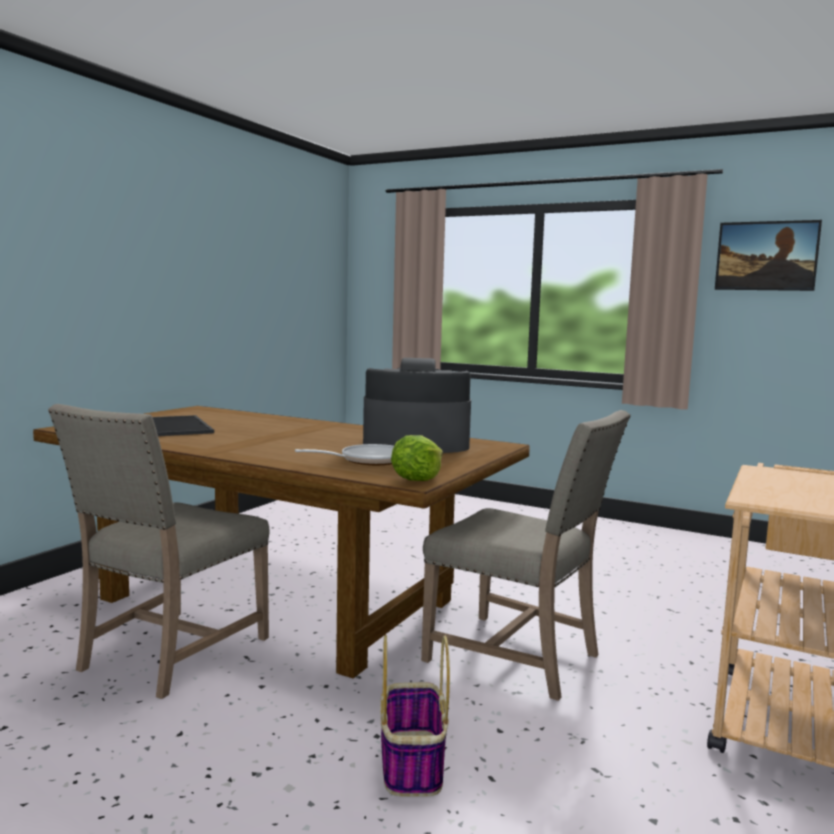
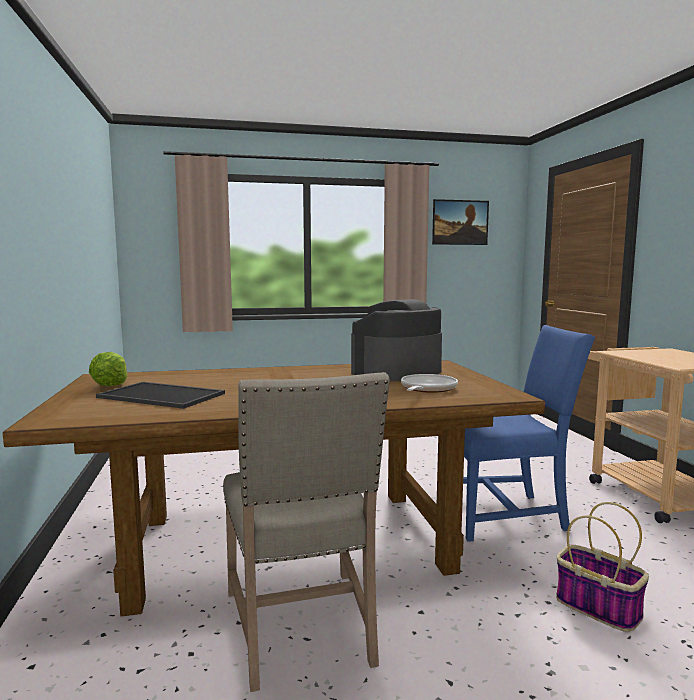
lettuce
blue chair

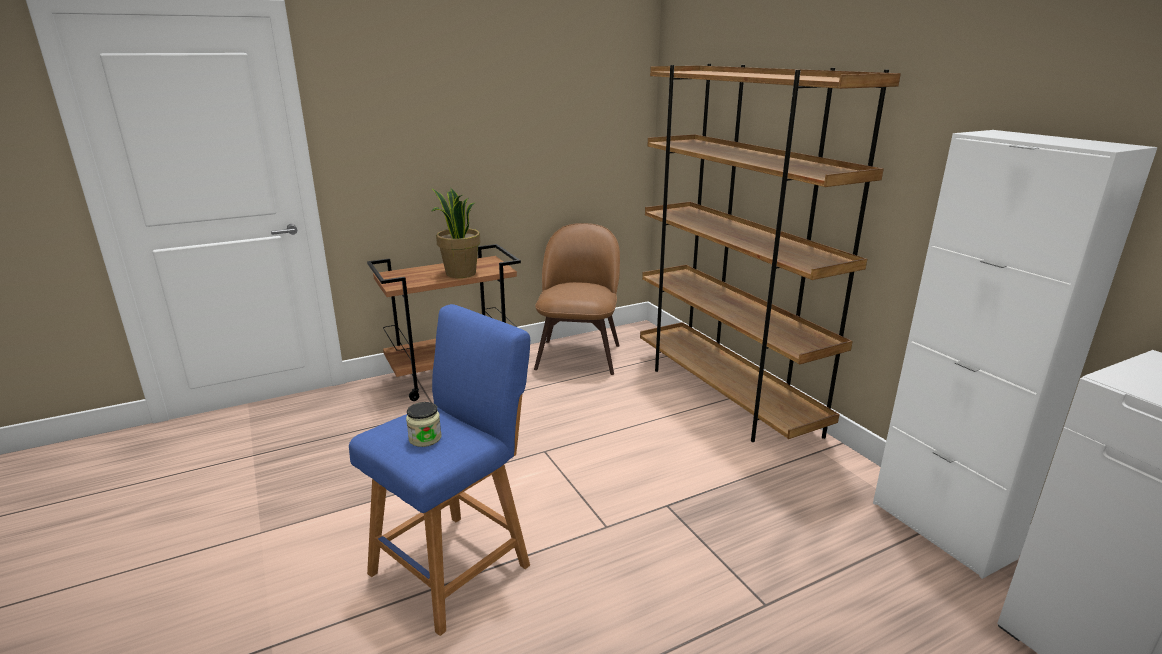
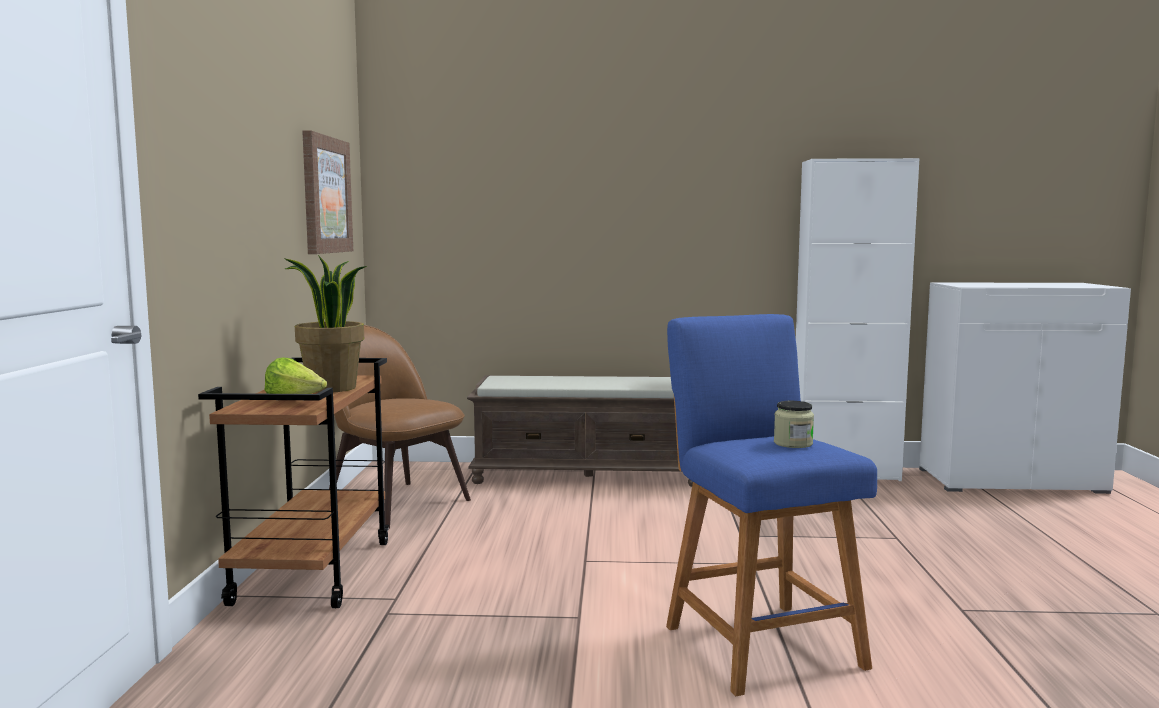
lettuce
picture
brown bench

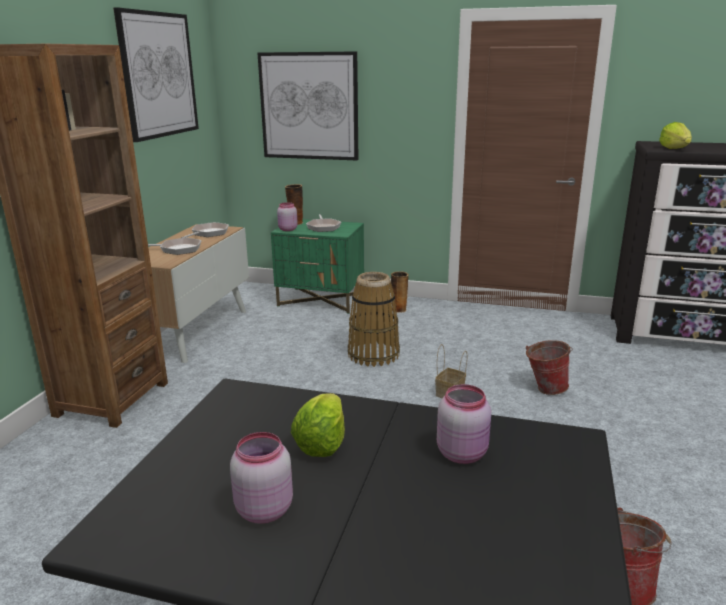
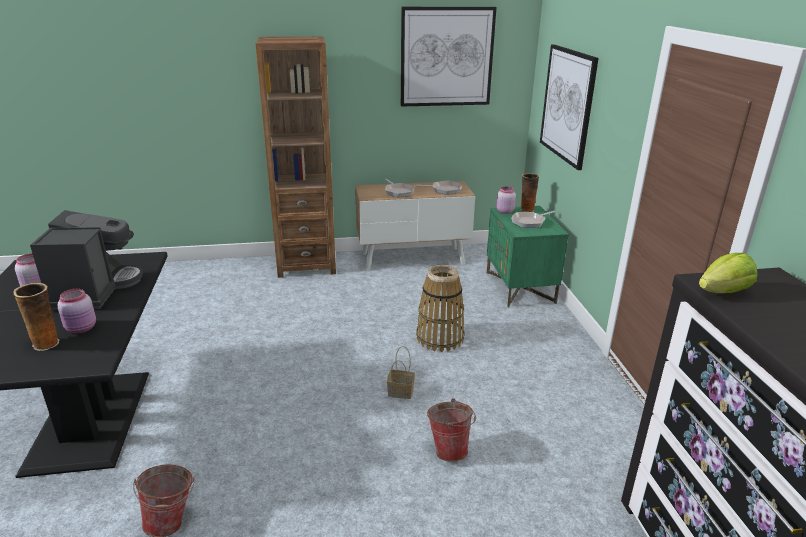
vase (no. 1 from left)
coffee machine

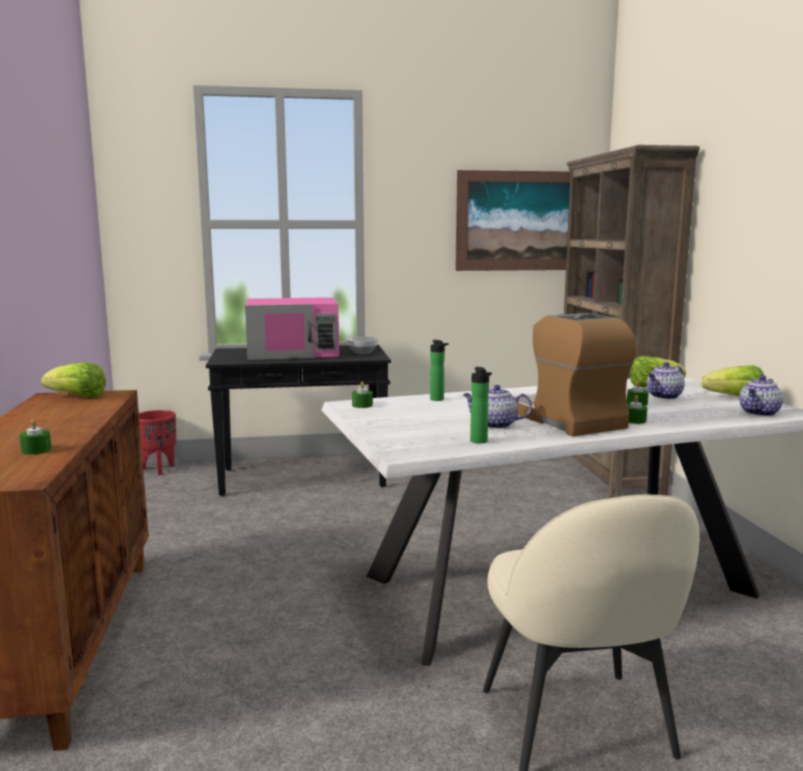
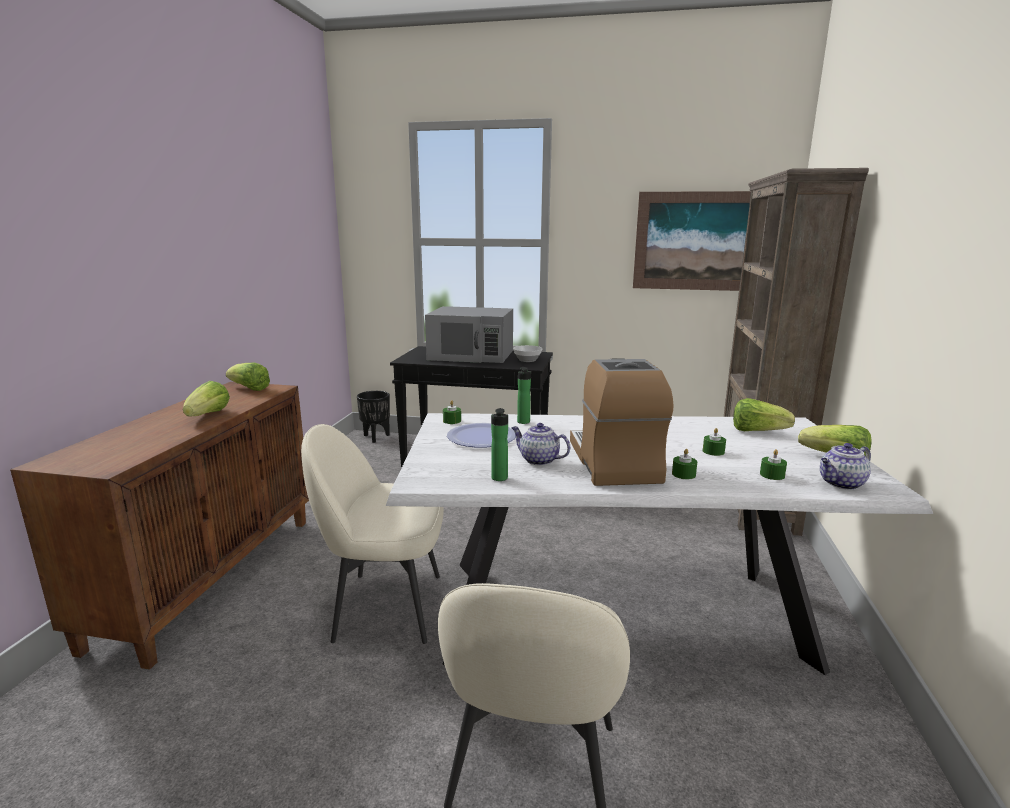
lettuce (no. 1 from left)
beige chair (no. 1 from left)
black planter
grey microwave
plate
green candle (no. 4 from left)
teapot (no. 2 from left in the first image)

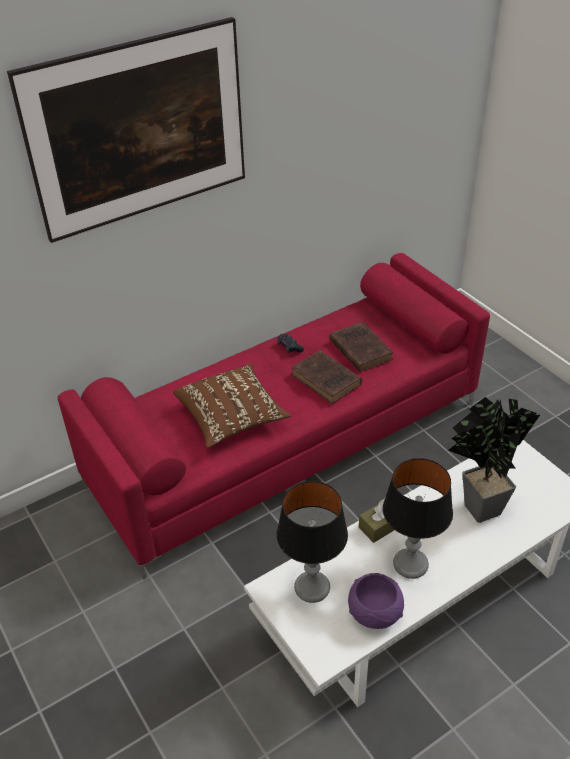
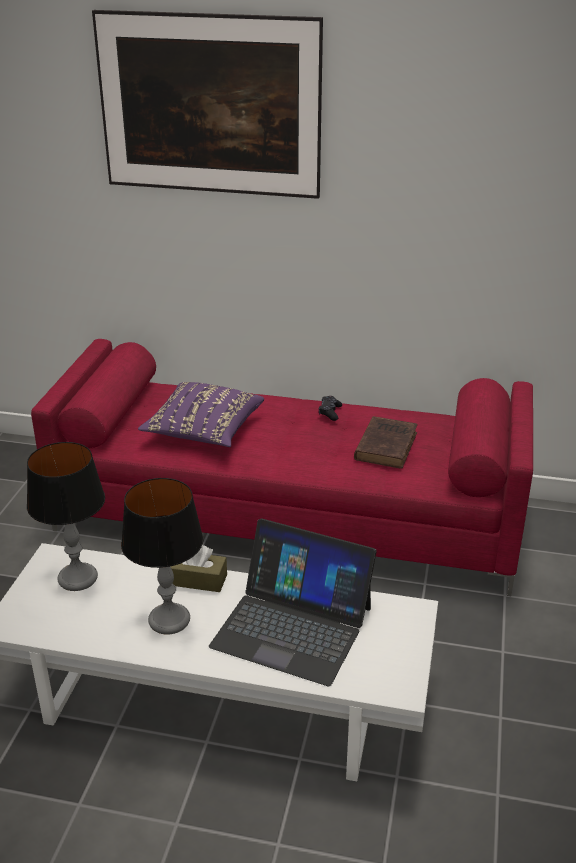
purple pillow
laptop
brown book (no. 1 from left in the first image)
purple bowl

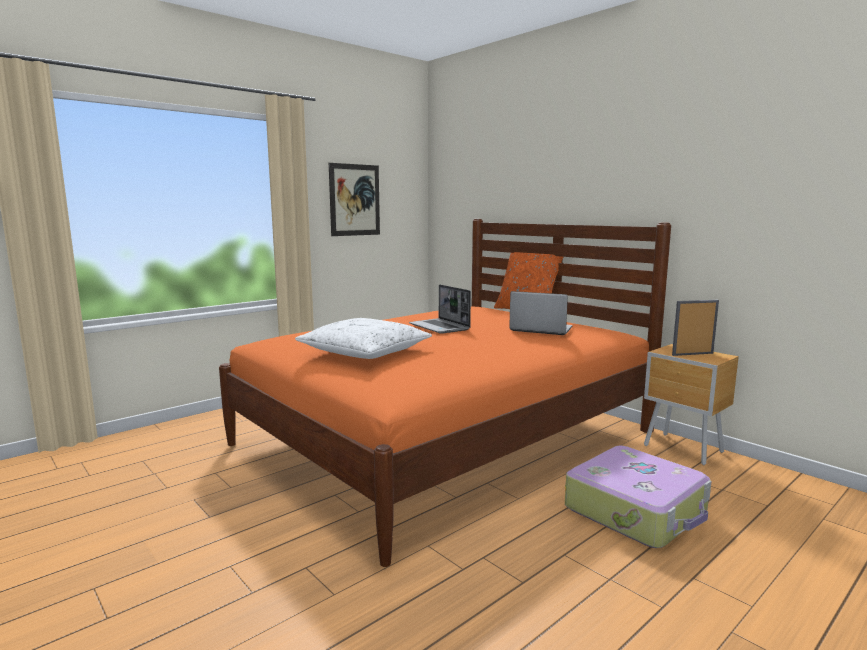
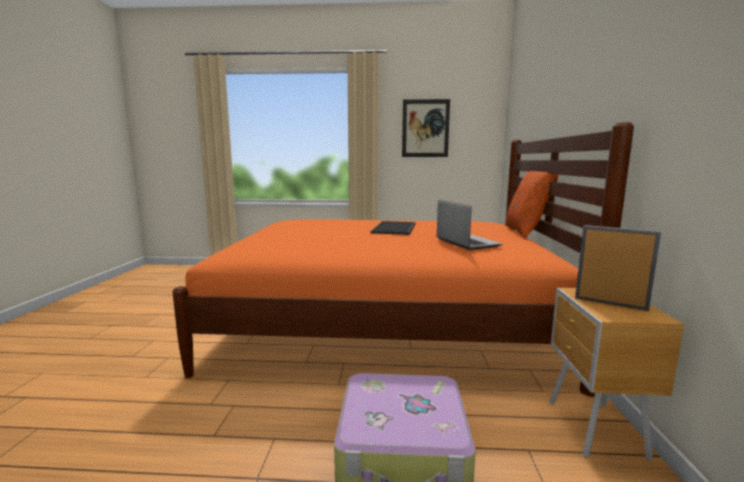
tray
white pillow

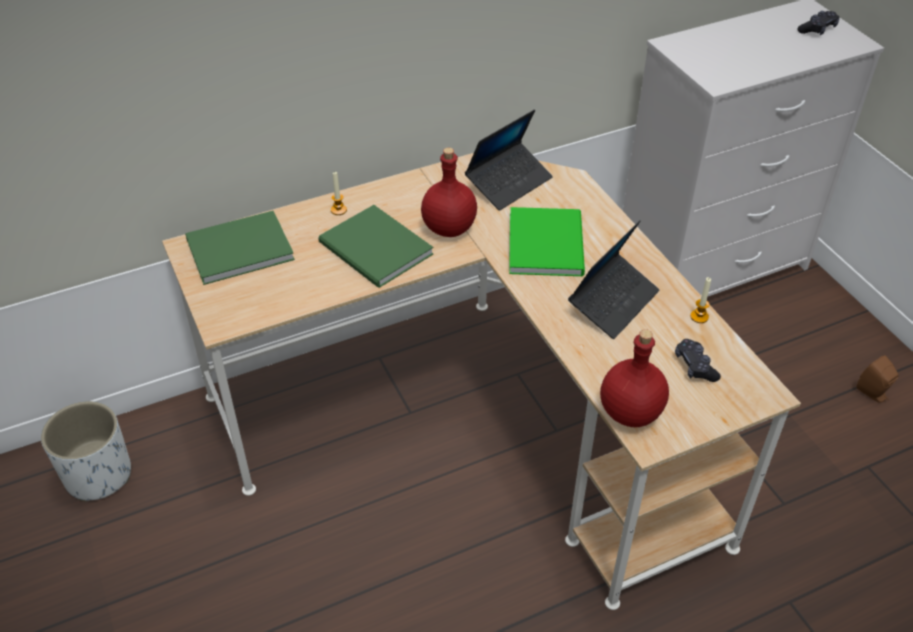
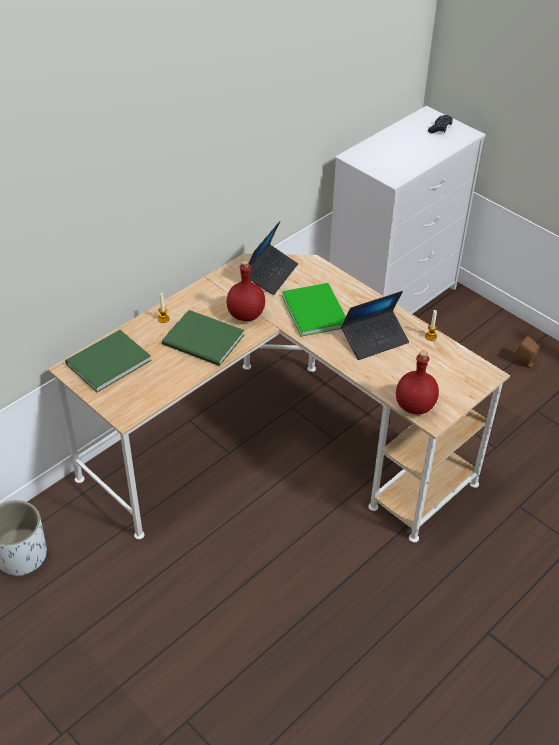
laptop (no. 2 from left)
black game controller (no. 1 from left in the first image)

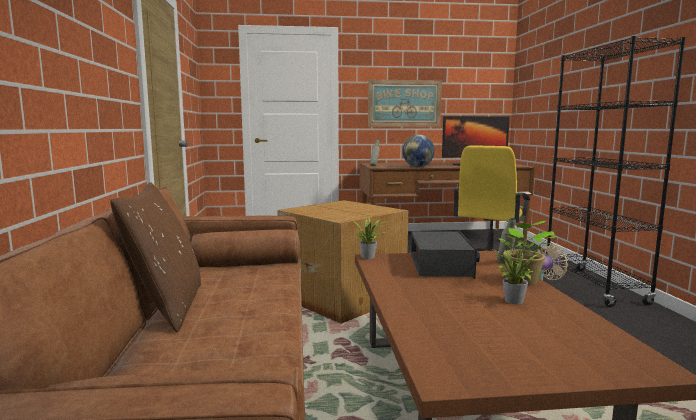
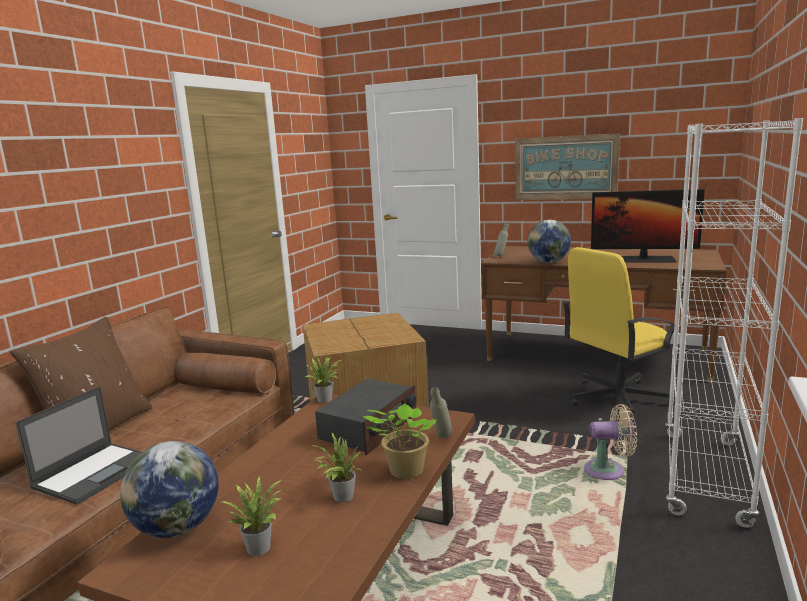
laptop
globe (no. 1 from left)
potted plant (no. 1 from left)
white bookcase

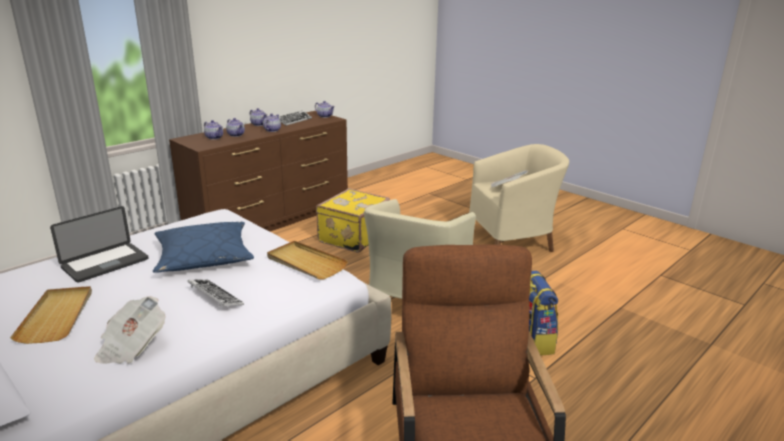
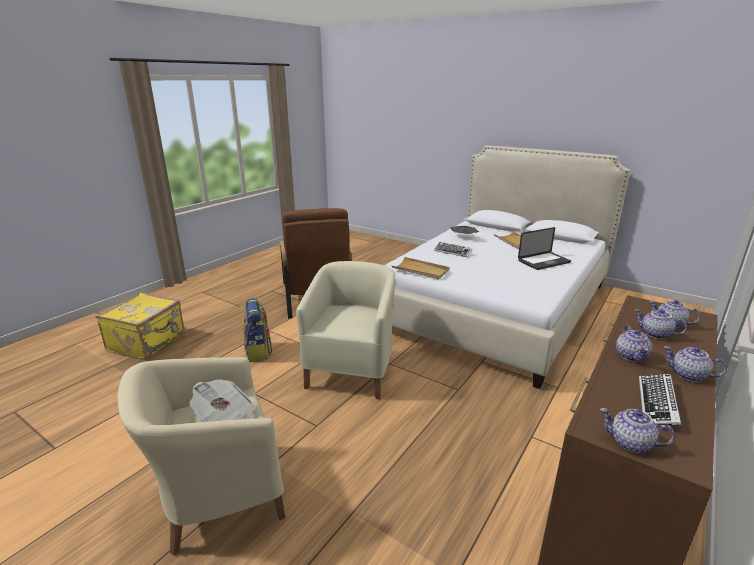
yellow suitcase
laptop
blue pillow

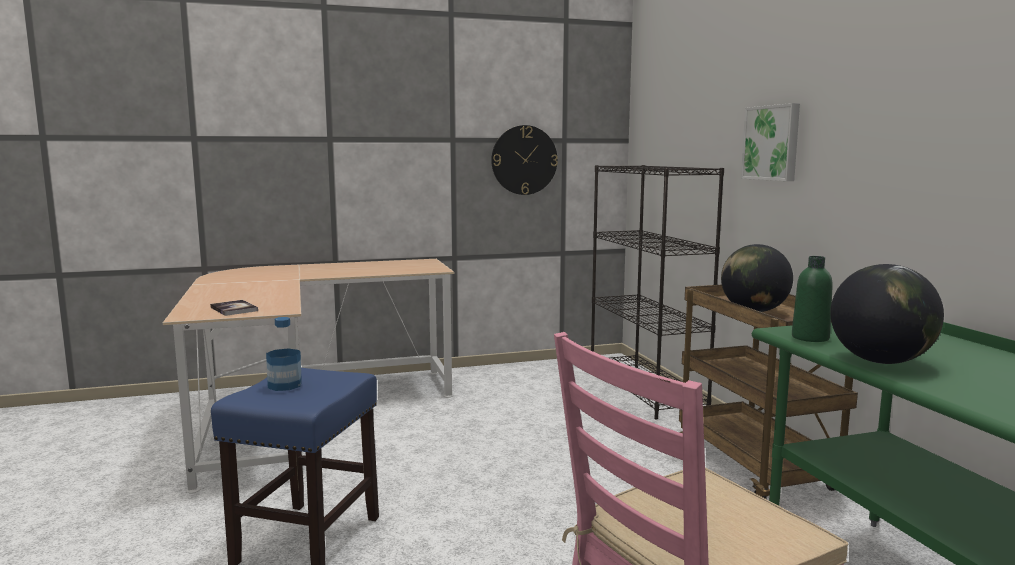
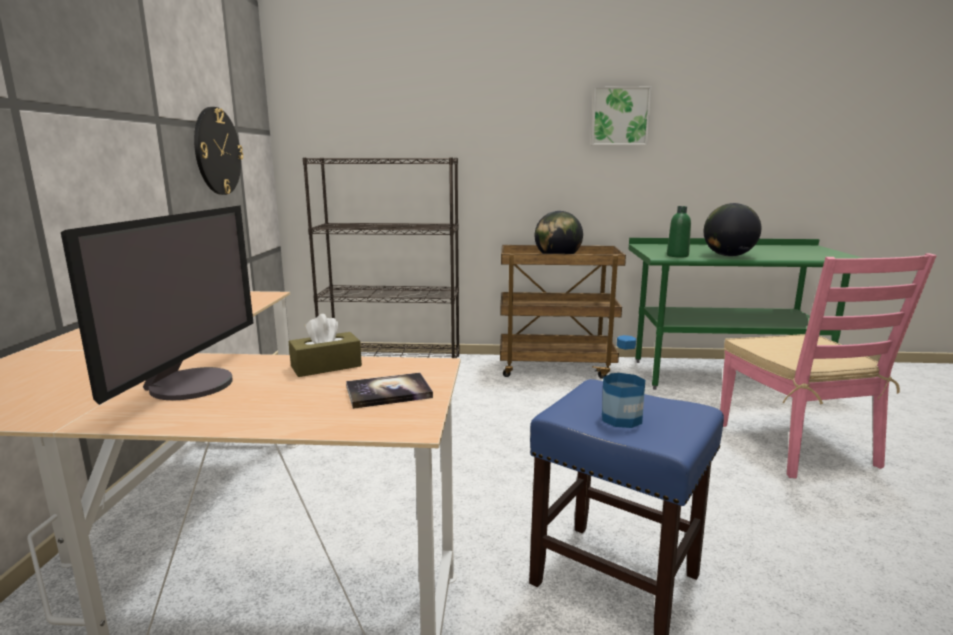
monitor
brown tissue box
picture

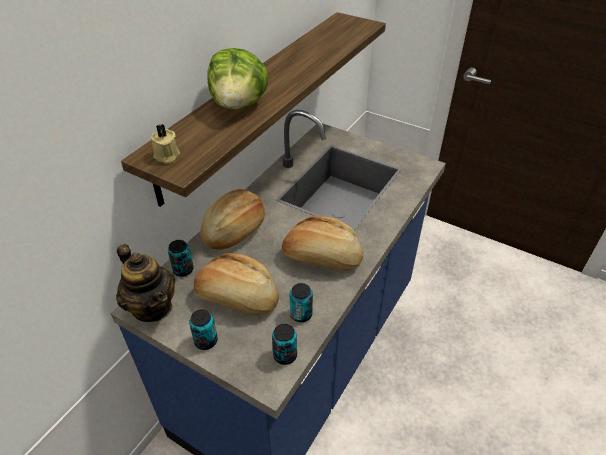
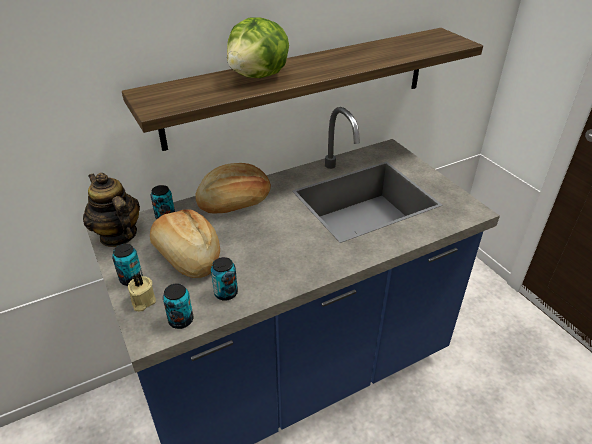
teapot
beige candle
bread (no. 3 from left in the first image)

